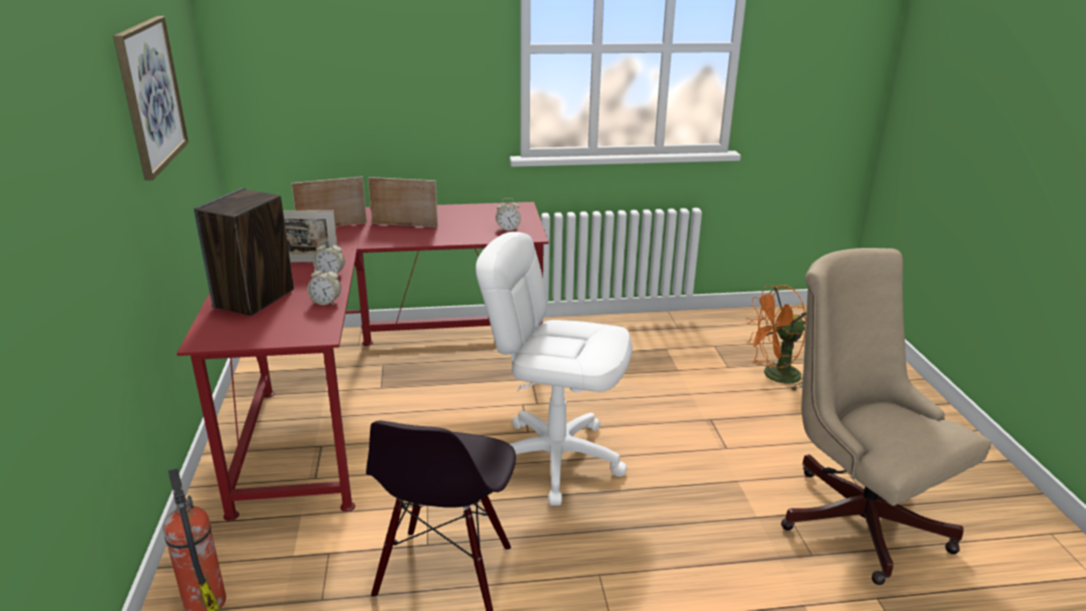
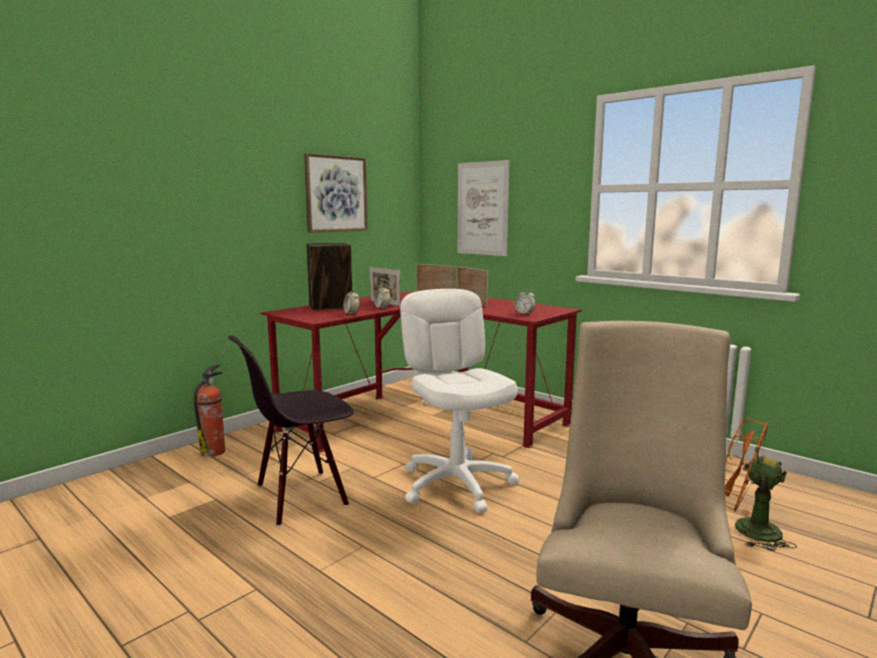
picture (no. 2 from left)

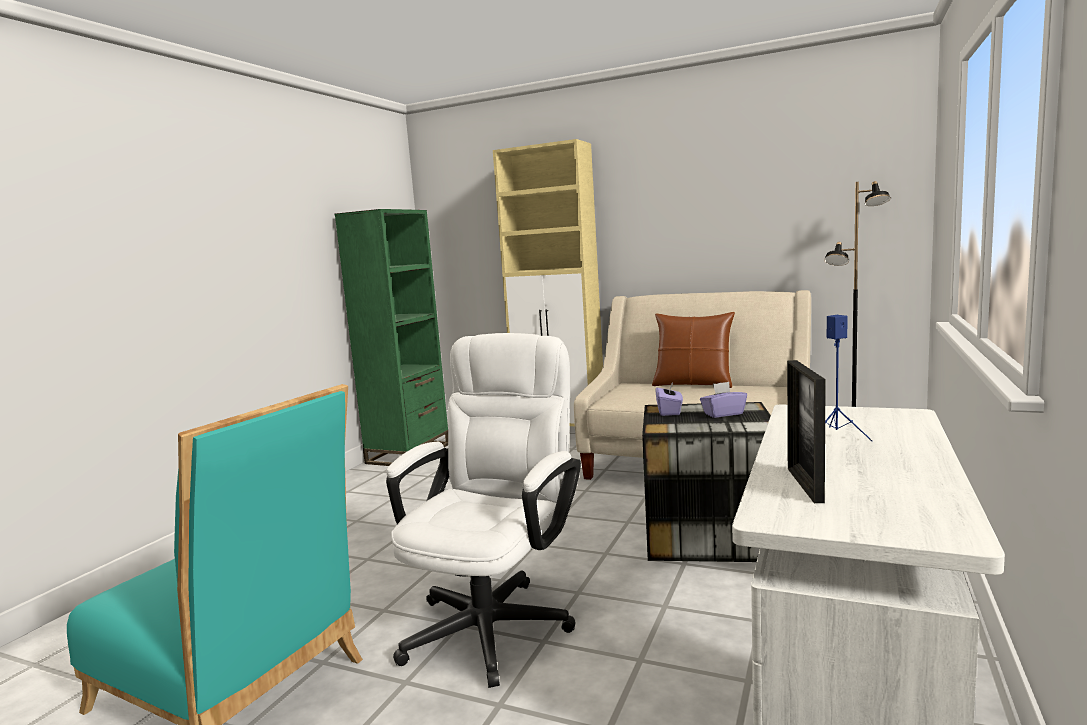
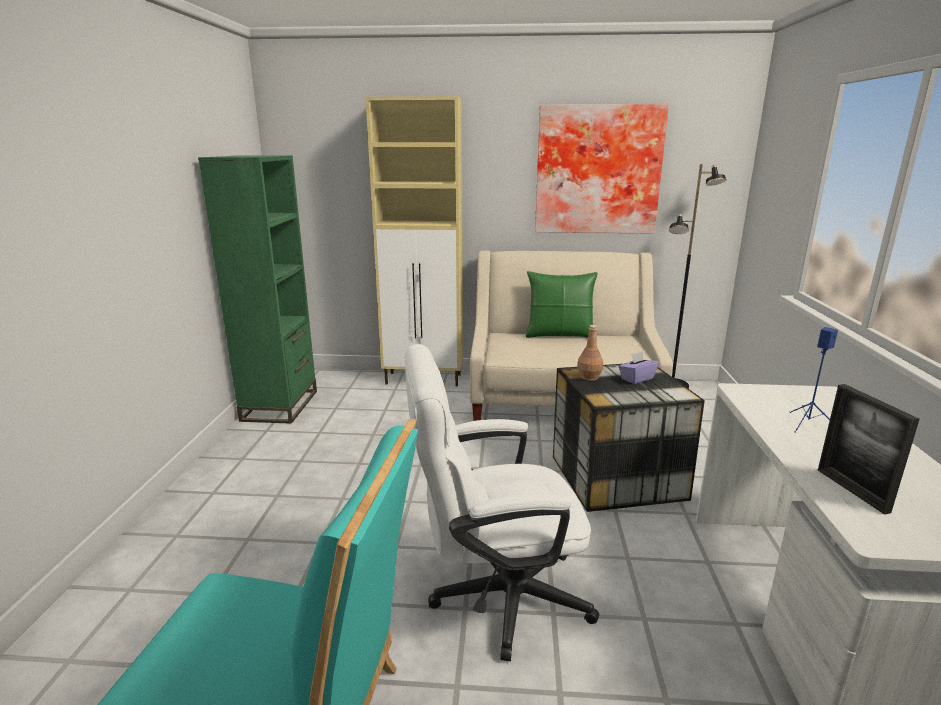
white office chair
green pillow
picture
brown bottle

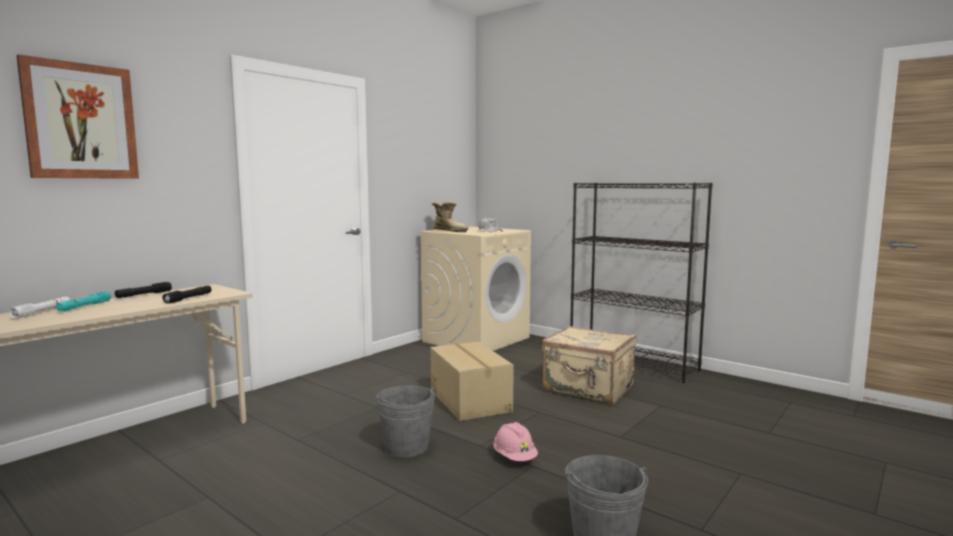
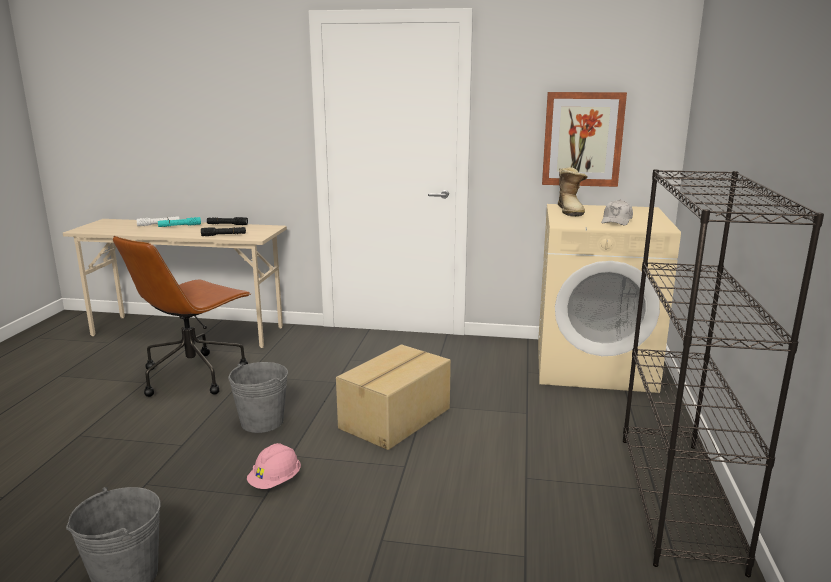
brown office chair
picture
beige suitcase

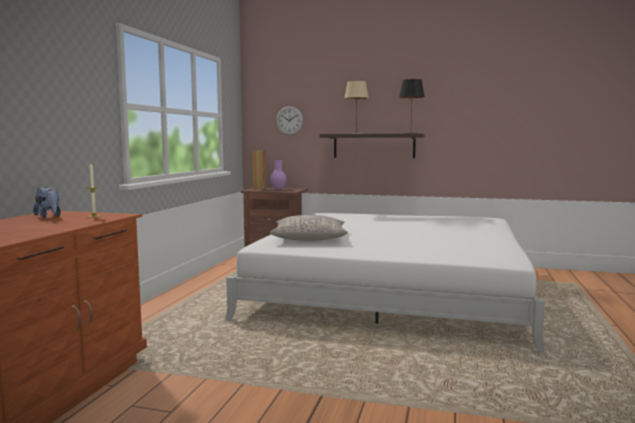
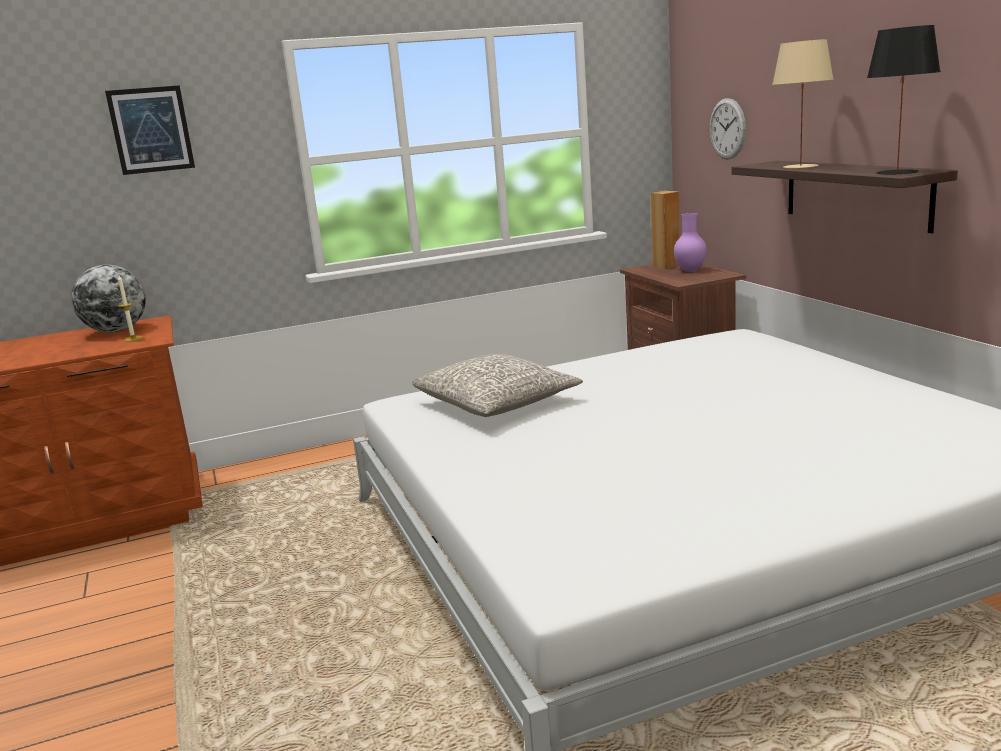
globe
picture

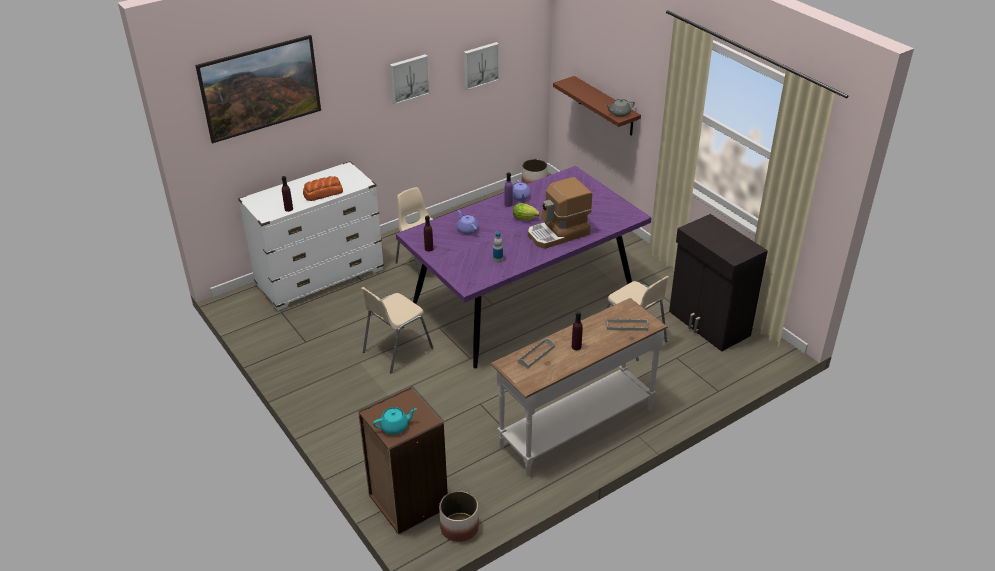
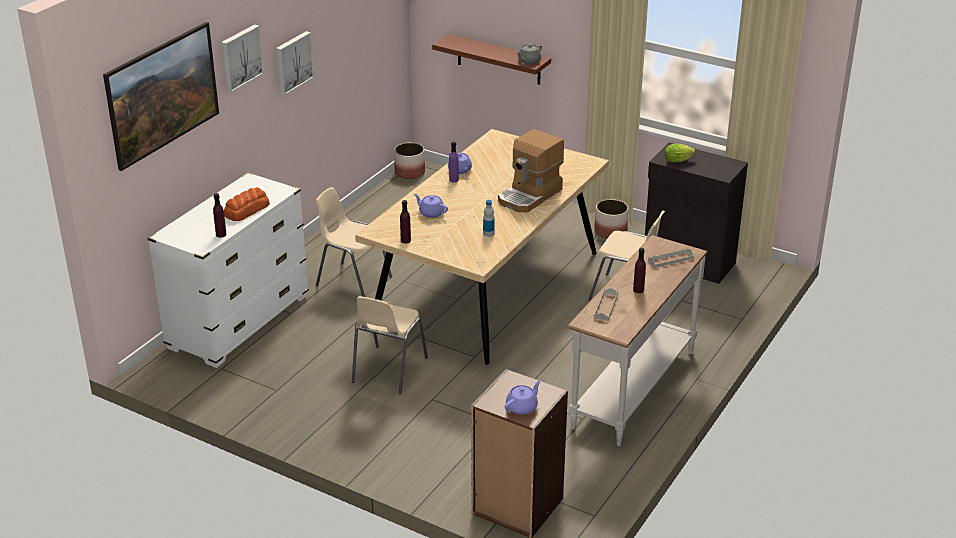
picture (no. 2 from left)
beige dining table
purple teapot (no. 3 from left)
planter (no. 2 from left)
lettuce

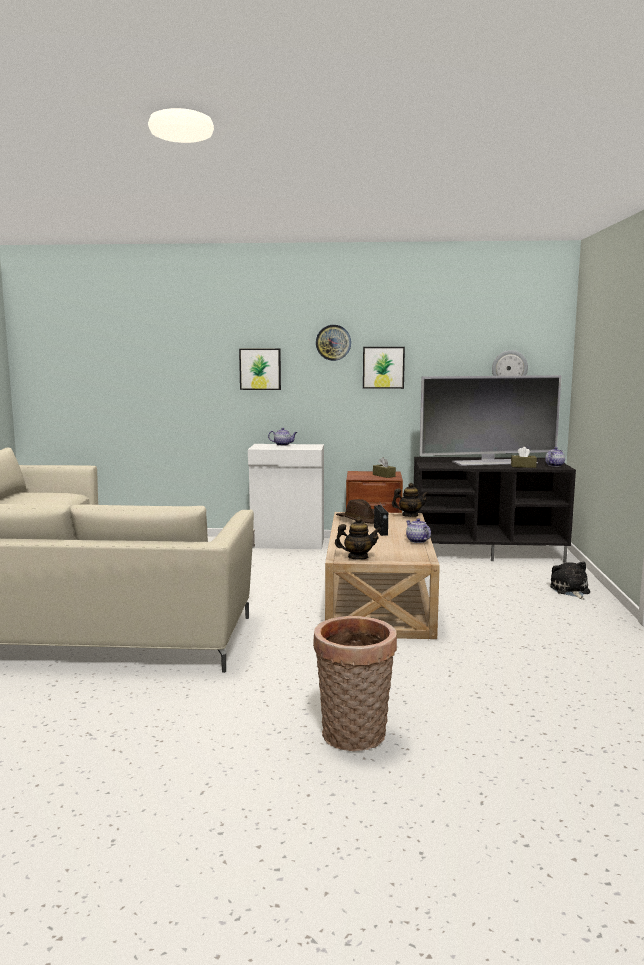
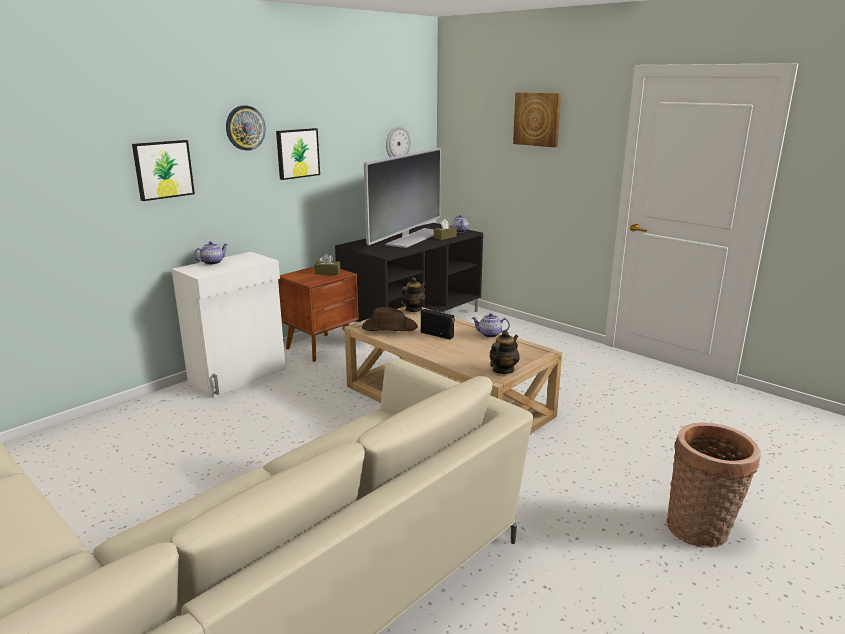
picture (no. 3 from left)
plush toy

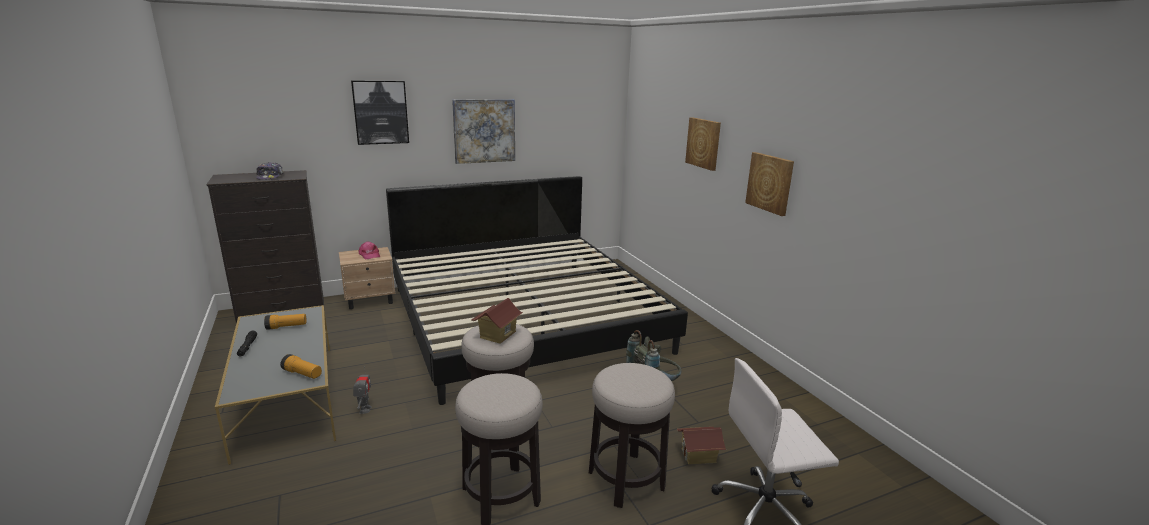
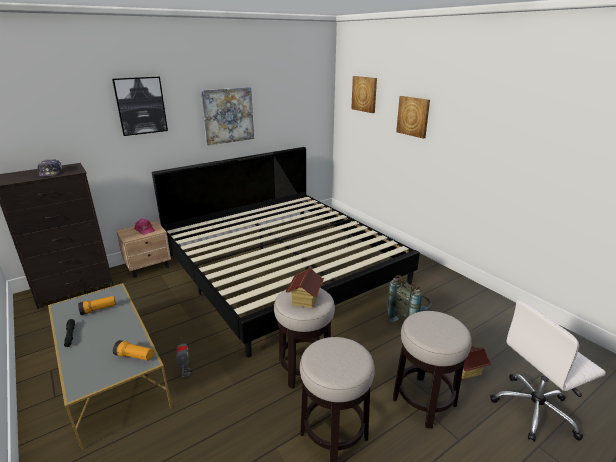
picture (no. 3 from left)

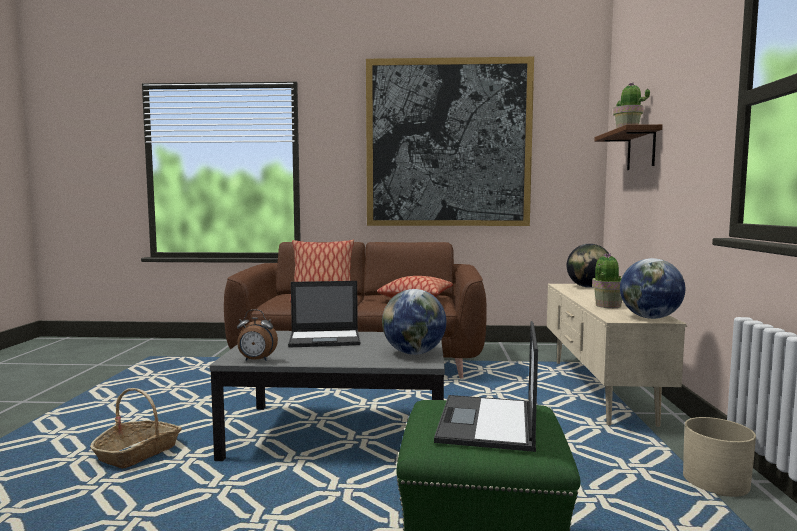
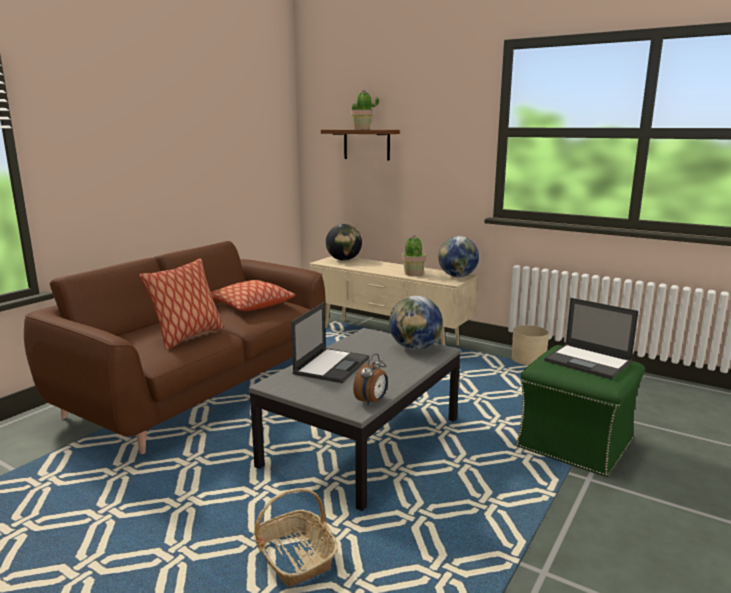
picture

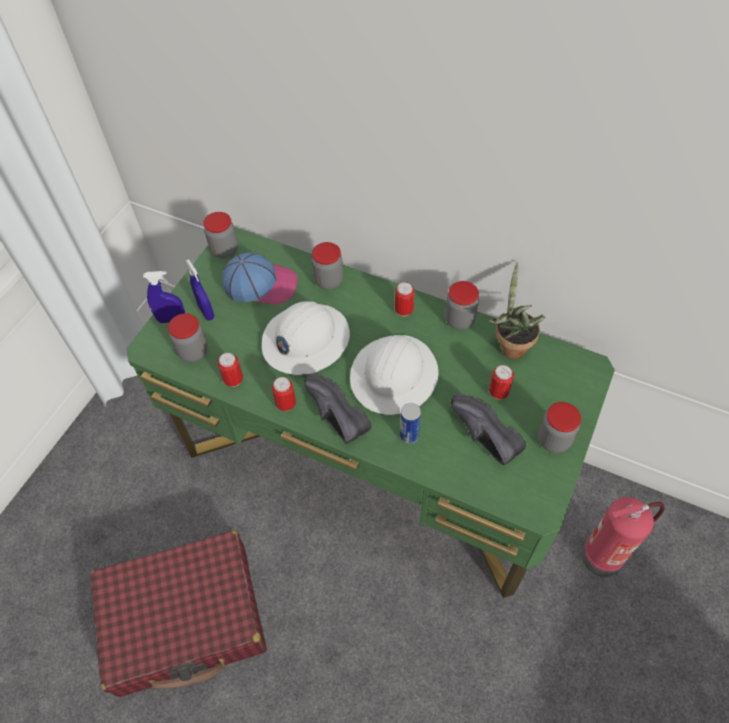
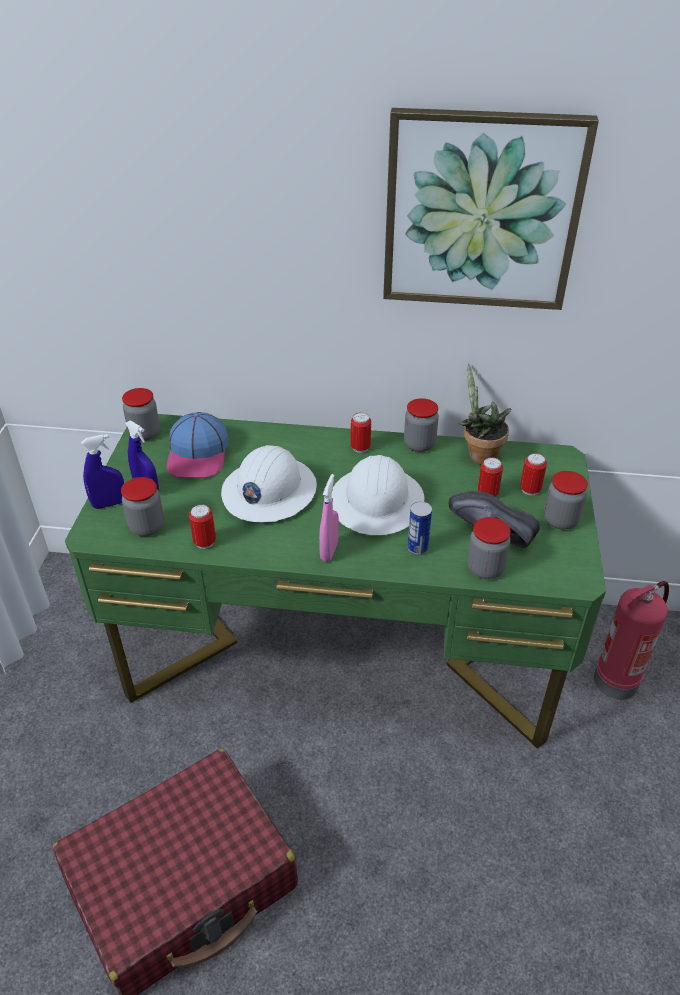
cap
pink spray bottle
picture
jar (no. 4 from left)
can (no. 5 from left)

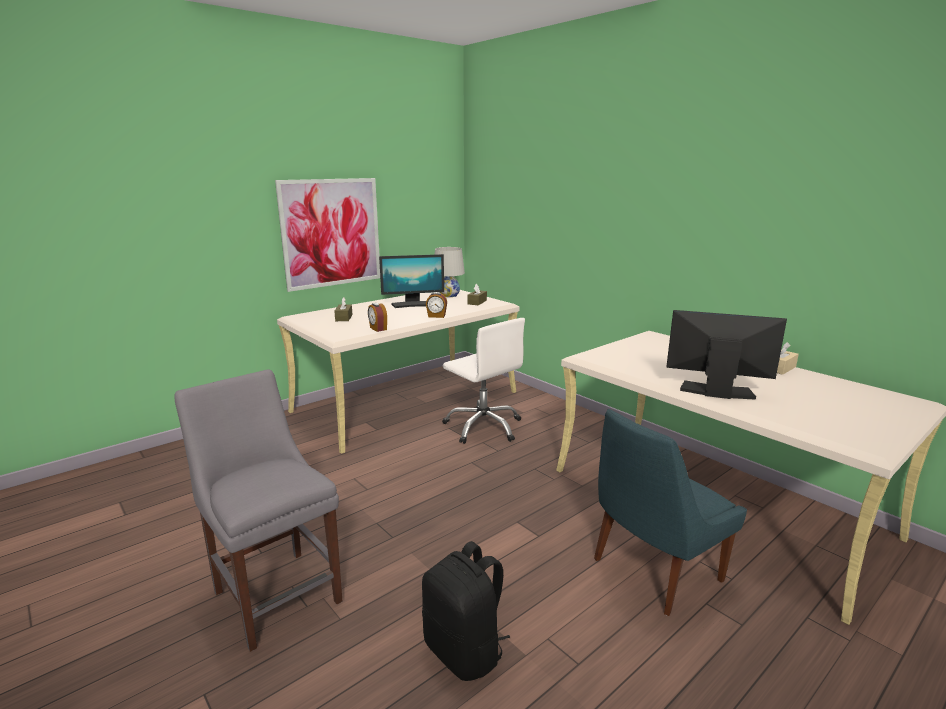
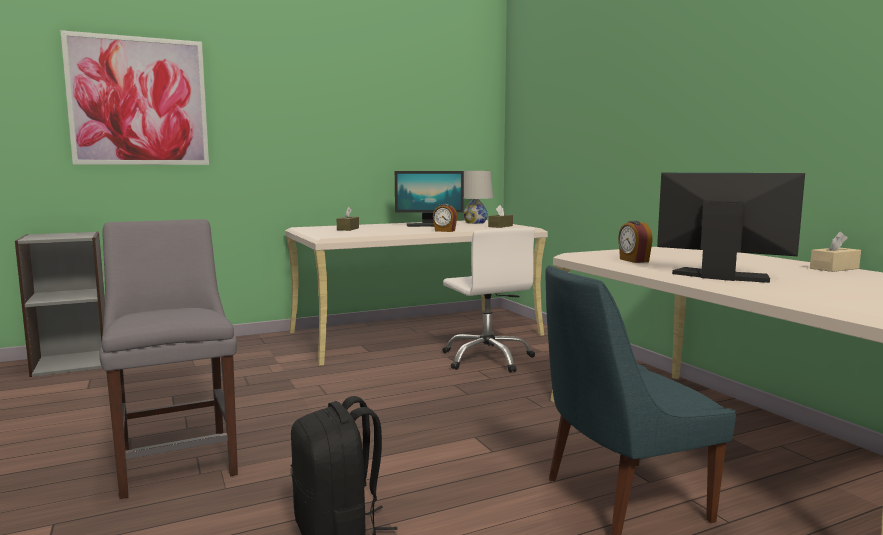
grey bookcase
picture
alarm clock (no. 2 from left)

